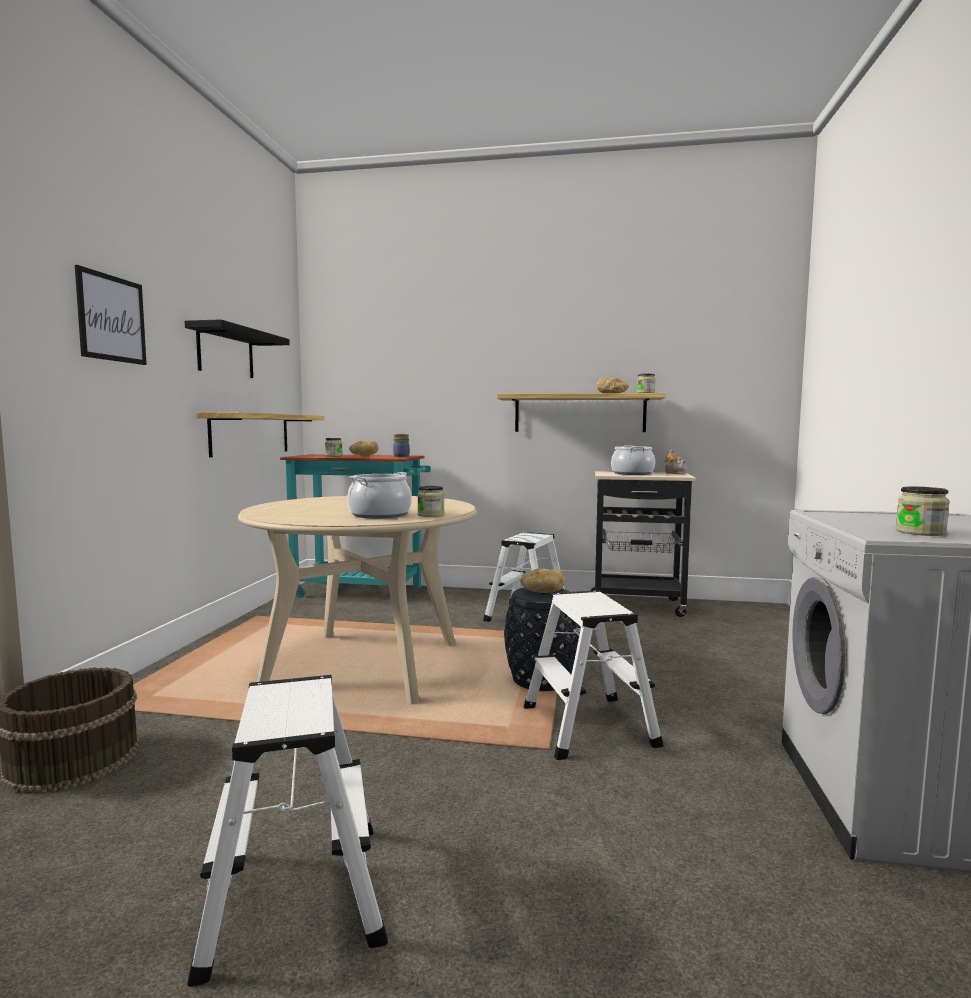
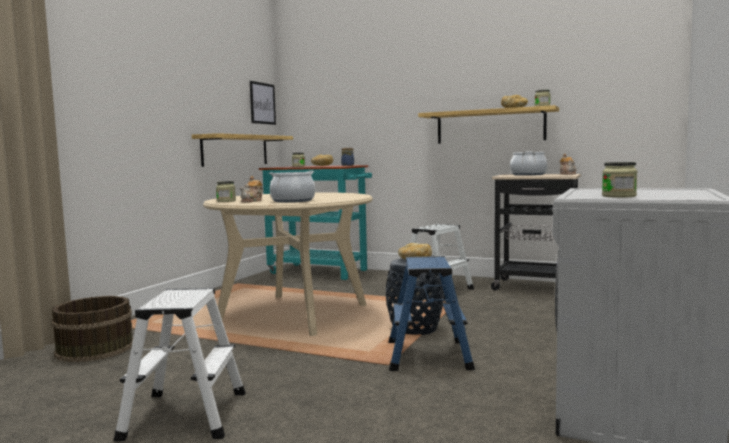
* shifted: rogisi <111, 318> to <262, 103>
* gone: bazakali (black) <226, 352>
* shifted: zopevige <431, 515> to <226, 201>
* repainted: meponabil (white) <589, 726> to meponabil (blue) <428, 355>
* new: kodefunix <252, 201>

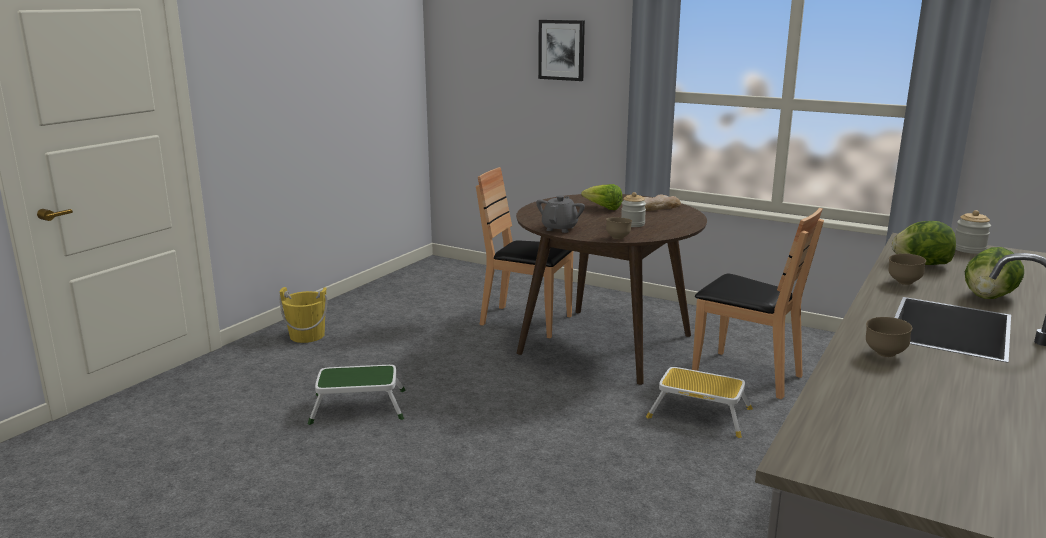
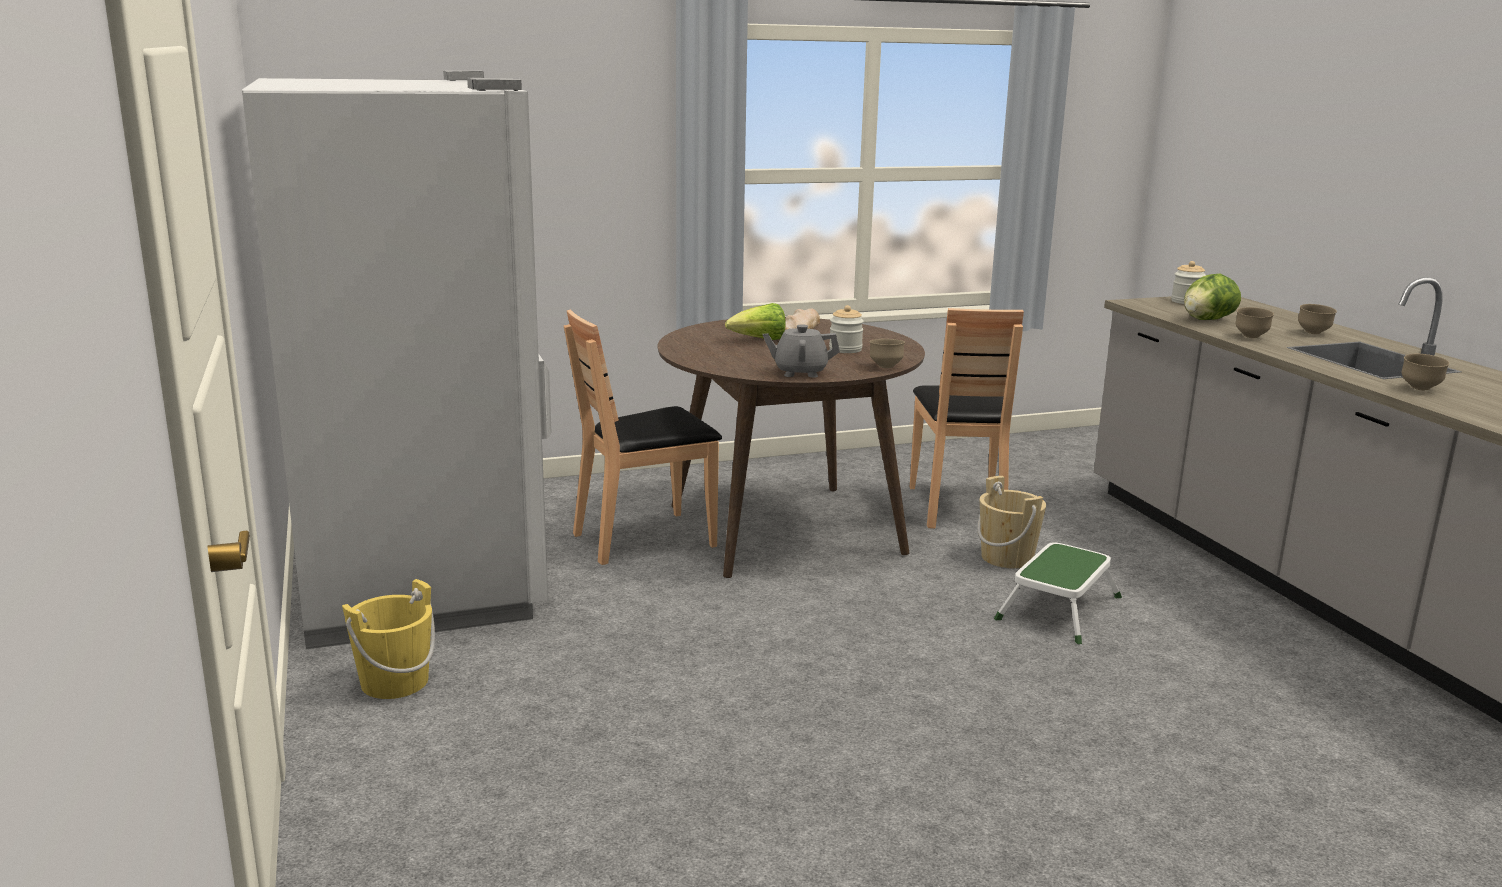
* gone: rogisi <561, 50>
* rotated: kodefunix (grey) <560, 228> = <800, 372> 60 degrees counterclockwise
* rotated: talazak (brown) <746, 375> = <958, 507> 105 degrees clockwise
* swapped: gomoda <989, 297> to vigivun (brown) <1313, 333>
* shifted: meponabil (green) <358, 406> to <1058, 608>
* swapped: meponabil (yellow) <699, 413> to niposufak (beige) <1007, 557>
* new: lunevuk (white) <422, 573>

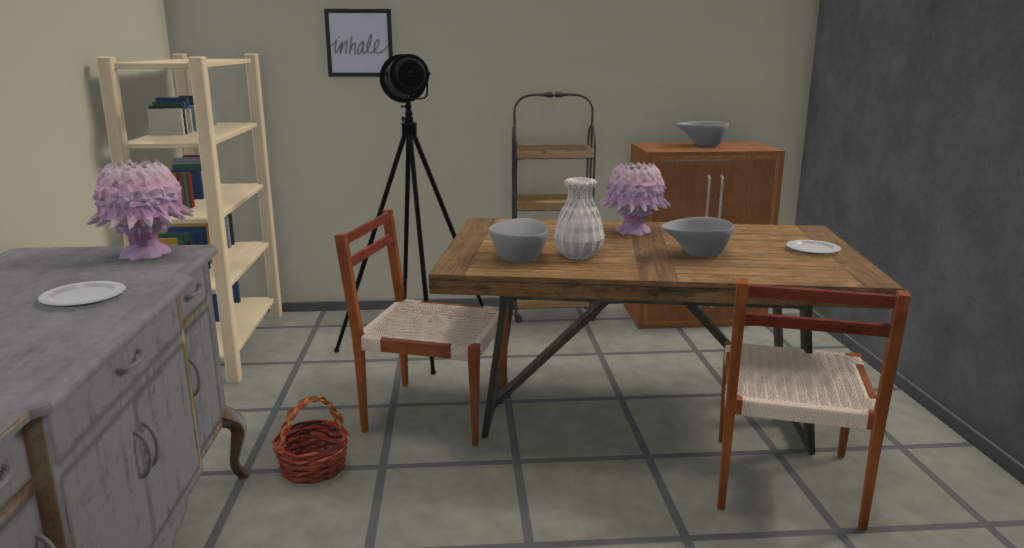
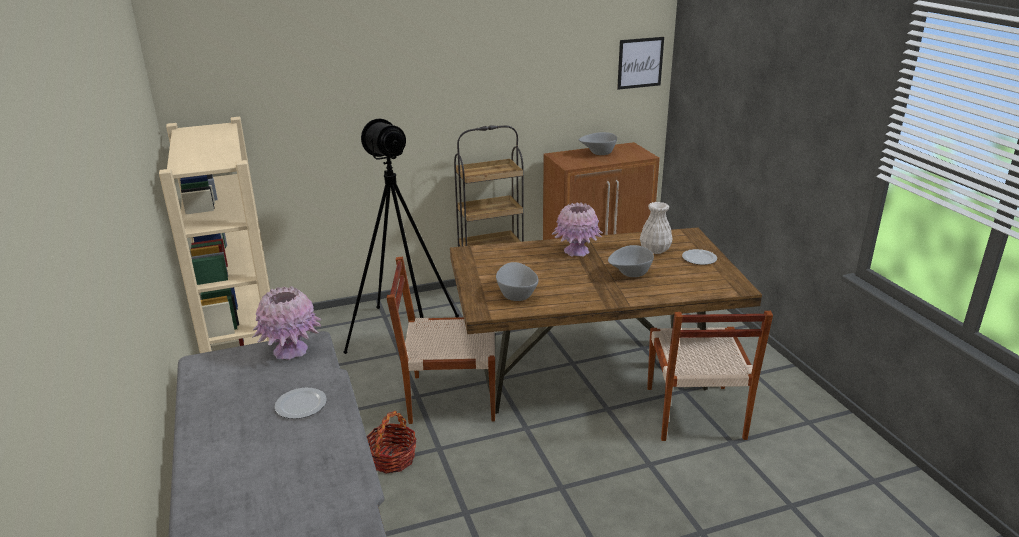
* shifted: rogisi <359, 43> to <640, 63>
* shifted: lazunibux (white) <577, 256> to <654, 250>

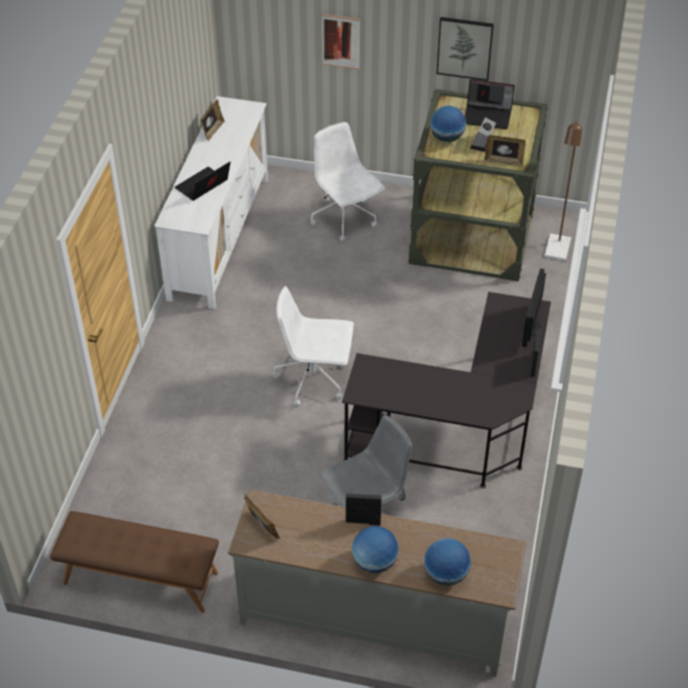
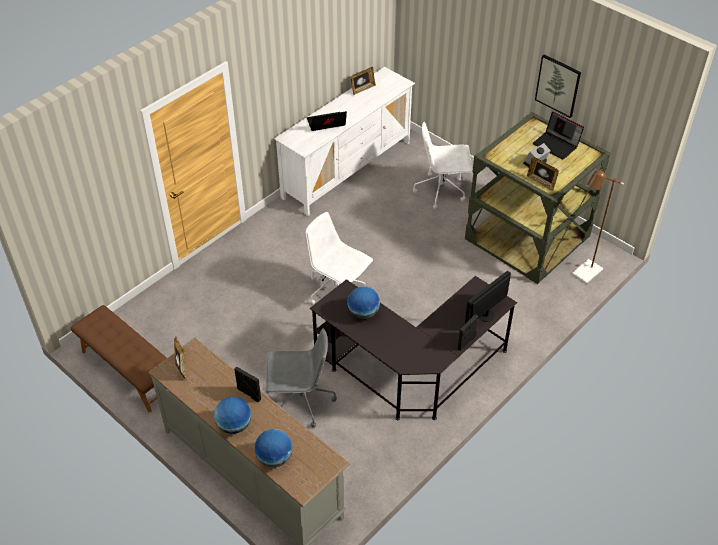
* gone: rogisi <341, 41>
* shifted: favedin <447, 138> to <363, 313>
* rotated: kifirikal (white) <346, 220> = <442, 191> 90 degrees counterclockwise

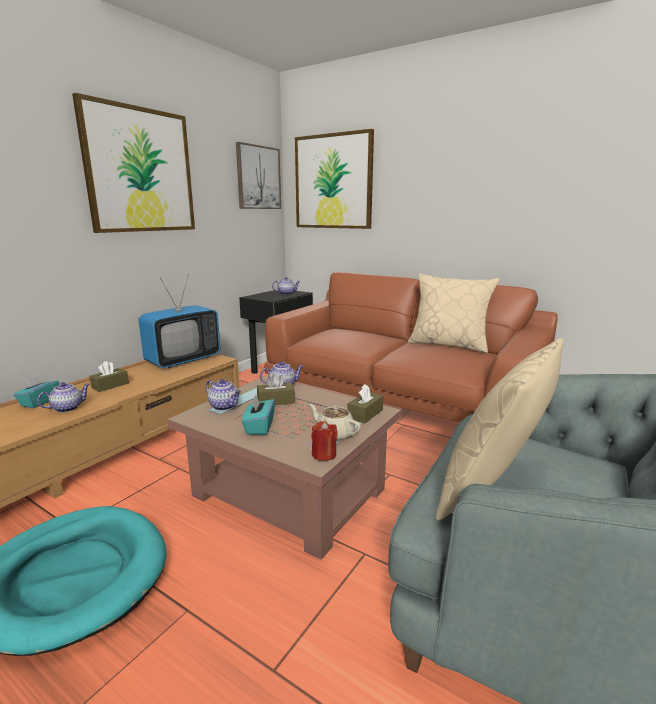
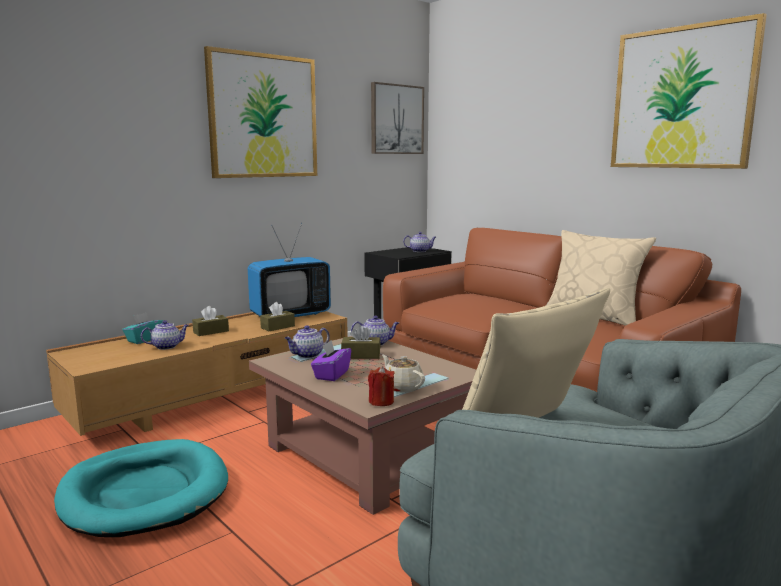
* shifted: rogisi <333, 182> to <682, 98>
* rotated: kodefunix <225, 406> = <307, 355> 90 degrees clockwise
* shifted: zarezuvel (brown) <365, 414> to <277, 327>
* repainted: zarezuvel (turquoise) <259, 427> to zarezuvel (purple) <331, 375>

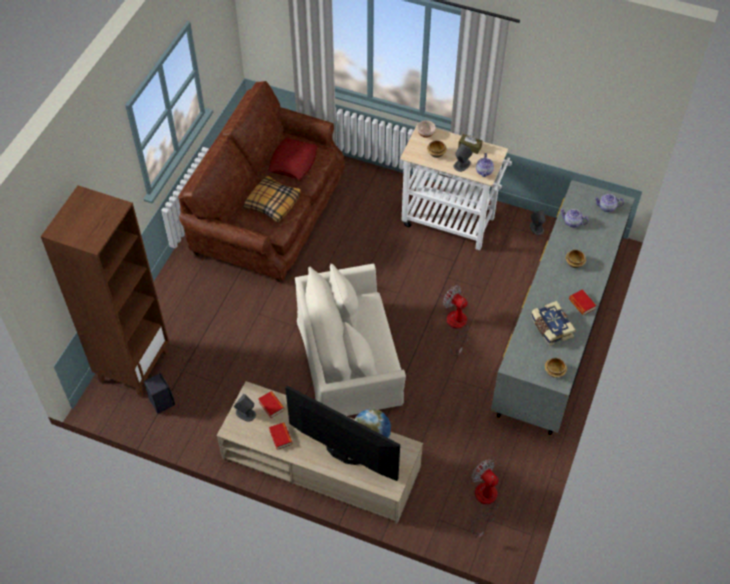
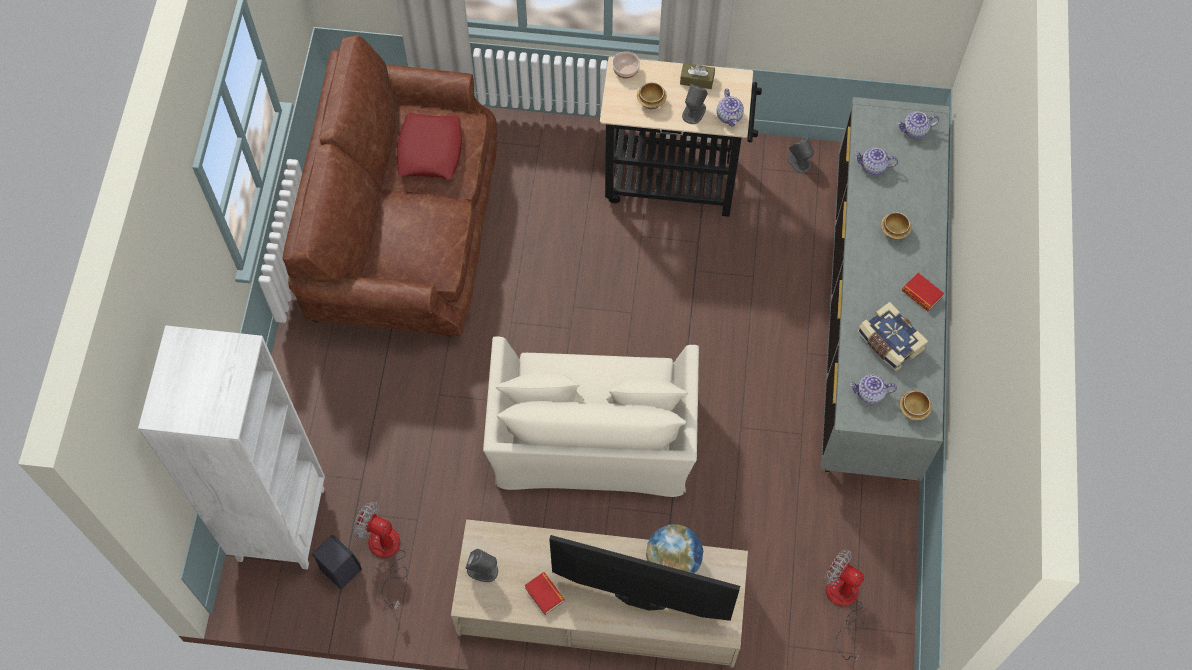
* repainted: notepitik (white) <449, 222> to notepitik (black) <673, 181>
* gone: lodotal <272, 203>
* repainted: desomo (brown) <133, 366> to desomo (white) <280, 523>
* rotated: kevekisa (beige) <349, 358> = <592, 433> 60 degrees counterclockwise
* shifted: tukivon <456, 326> to <386, 554>
* gone: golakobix <271, 406>
* new: kodefunix <870, 394>

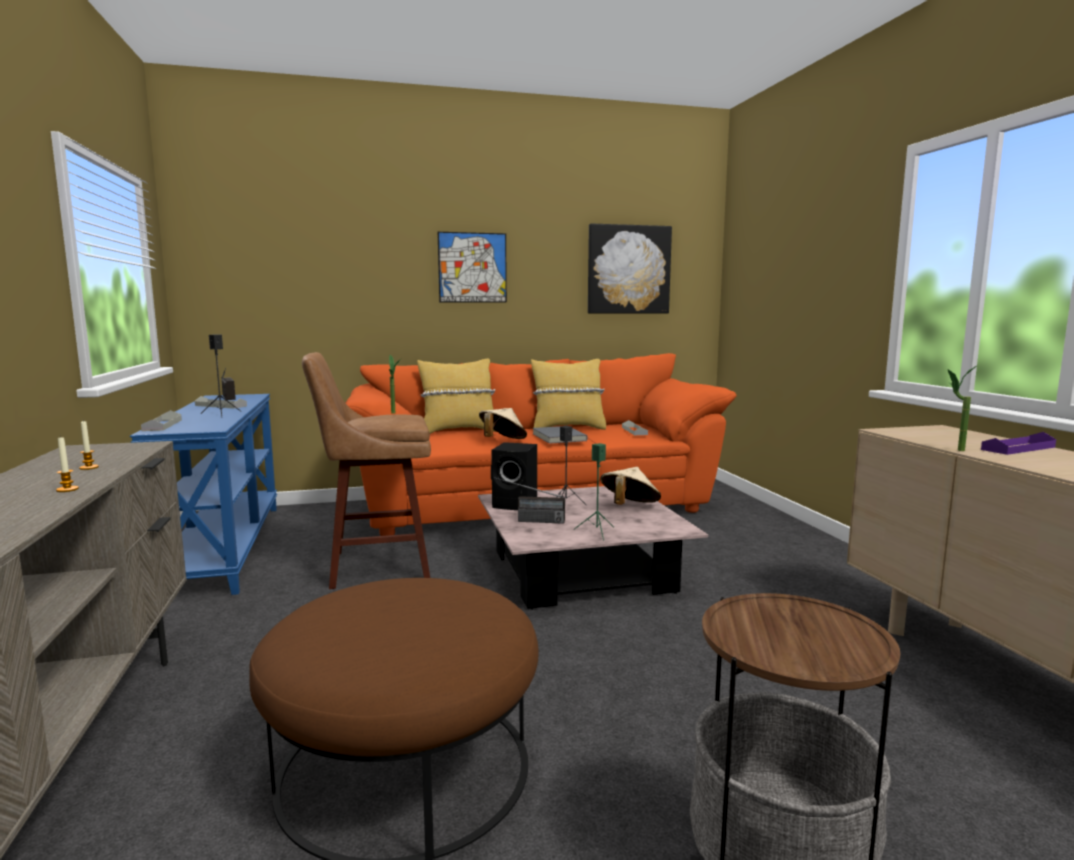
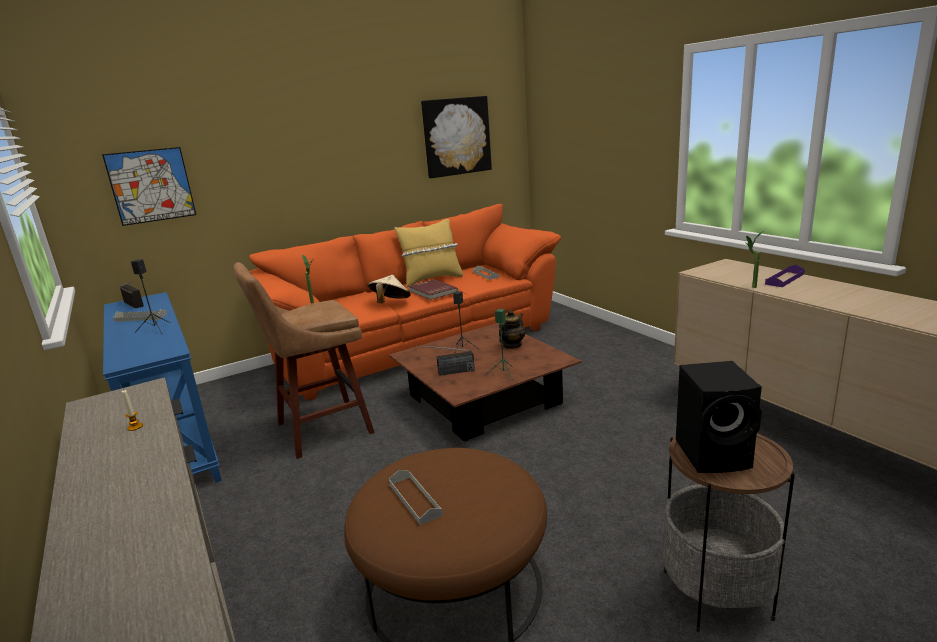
* shifted: rogisi <472, 267> to <151, 186>
* gone: lodotal (yellow) <458, 431>
* shifted: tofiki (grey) <162, 425> to <415, 499>
* repainted: golakobix (grey) <558, 437> to golakobix (red) <432, 291>
* gone: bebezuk <67, 489>
* shifted: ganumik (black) <516, 504> to <715, 454>
* swapped: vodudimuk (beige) <629, 507> to kodefunix <512, 345>
* repainted: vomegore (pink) <582, 570> to vomegore (brown) <484, 399>

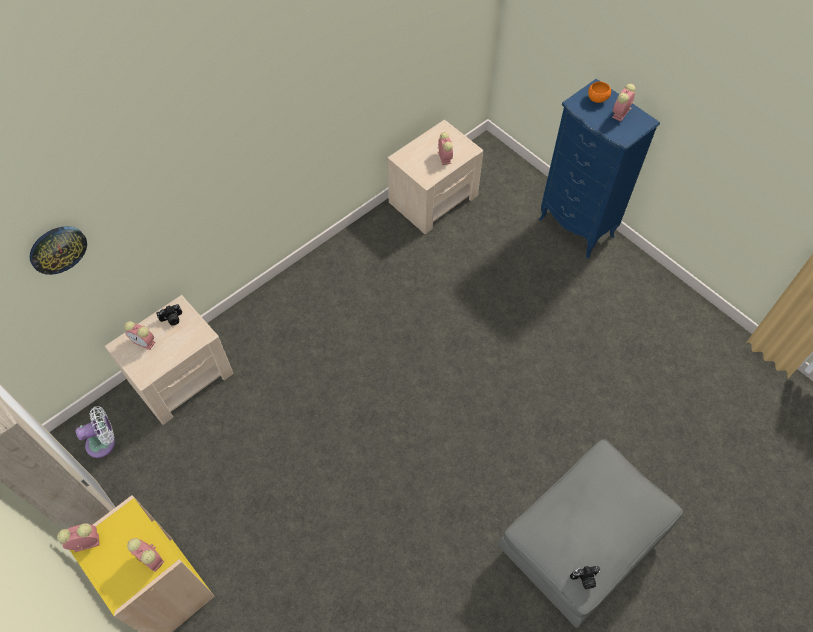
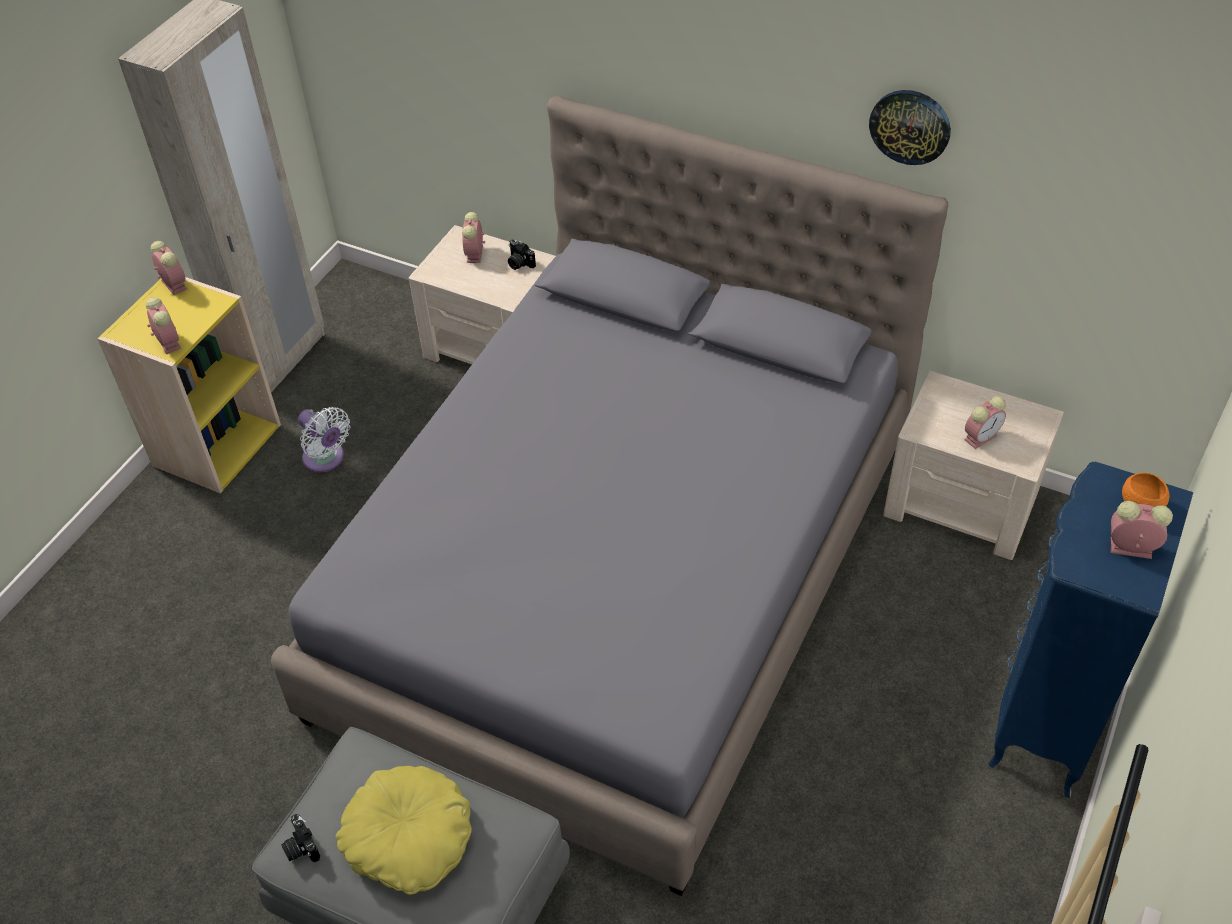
* shifted: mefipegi <57, 249> to <910, 126>
* shifted: tukivon (white) <104, 442> to <326, 459>
* rotated: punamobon <152, 559> = <168, 342> 135 degrees clockwise
* new: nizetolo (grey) <622, 575>
* new: lodotal (yellow) <411, 836>

